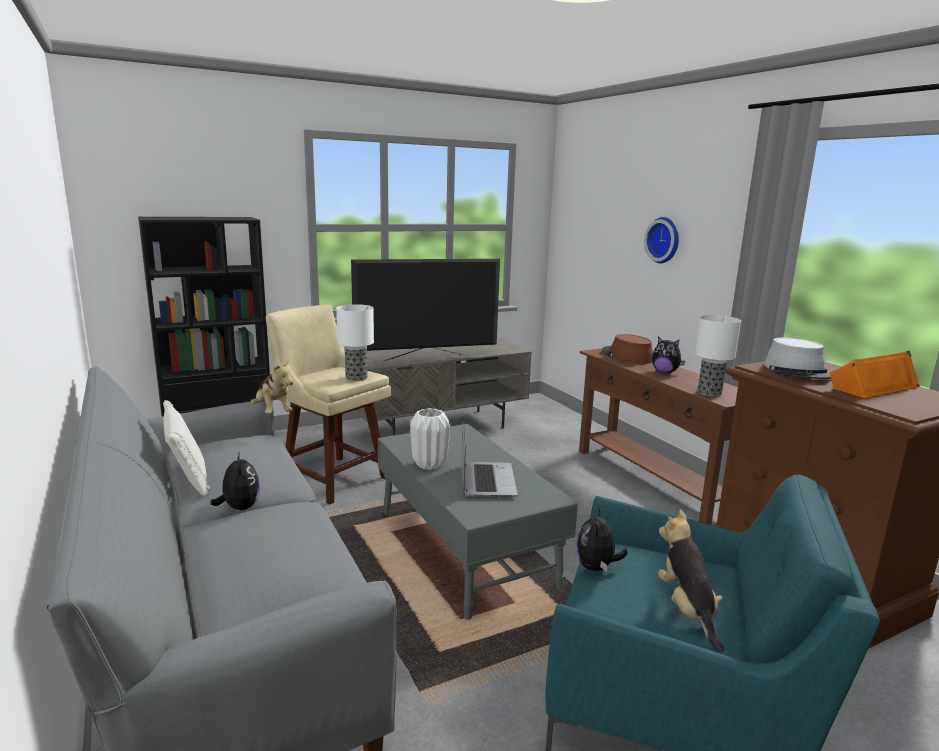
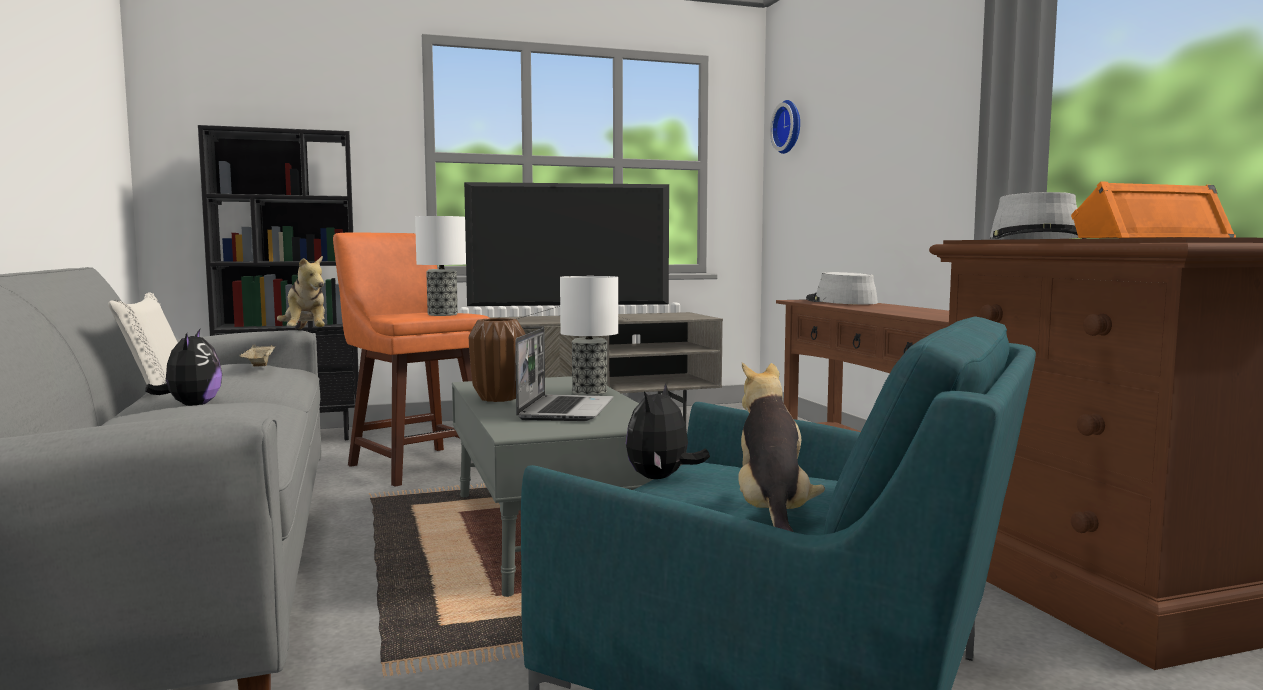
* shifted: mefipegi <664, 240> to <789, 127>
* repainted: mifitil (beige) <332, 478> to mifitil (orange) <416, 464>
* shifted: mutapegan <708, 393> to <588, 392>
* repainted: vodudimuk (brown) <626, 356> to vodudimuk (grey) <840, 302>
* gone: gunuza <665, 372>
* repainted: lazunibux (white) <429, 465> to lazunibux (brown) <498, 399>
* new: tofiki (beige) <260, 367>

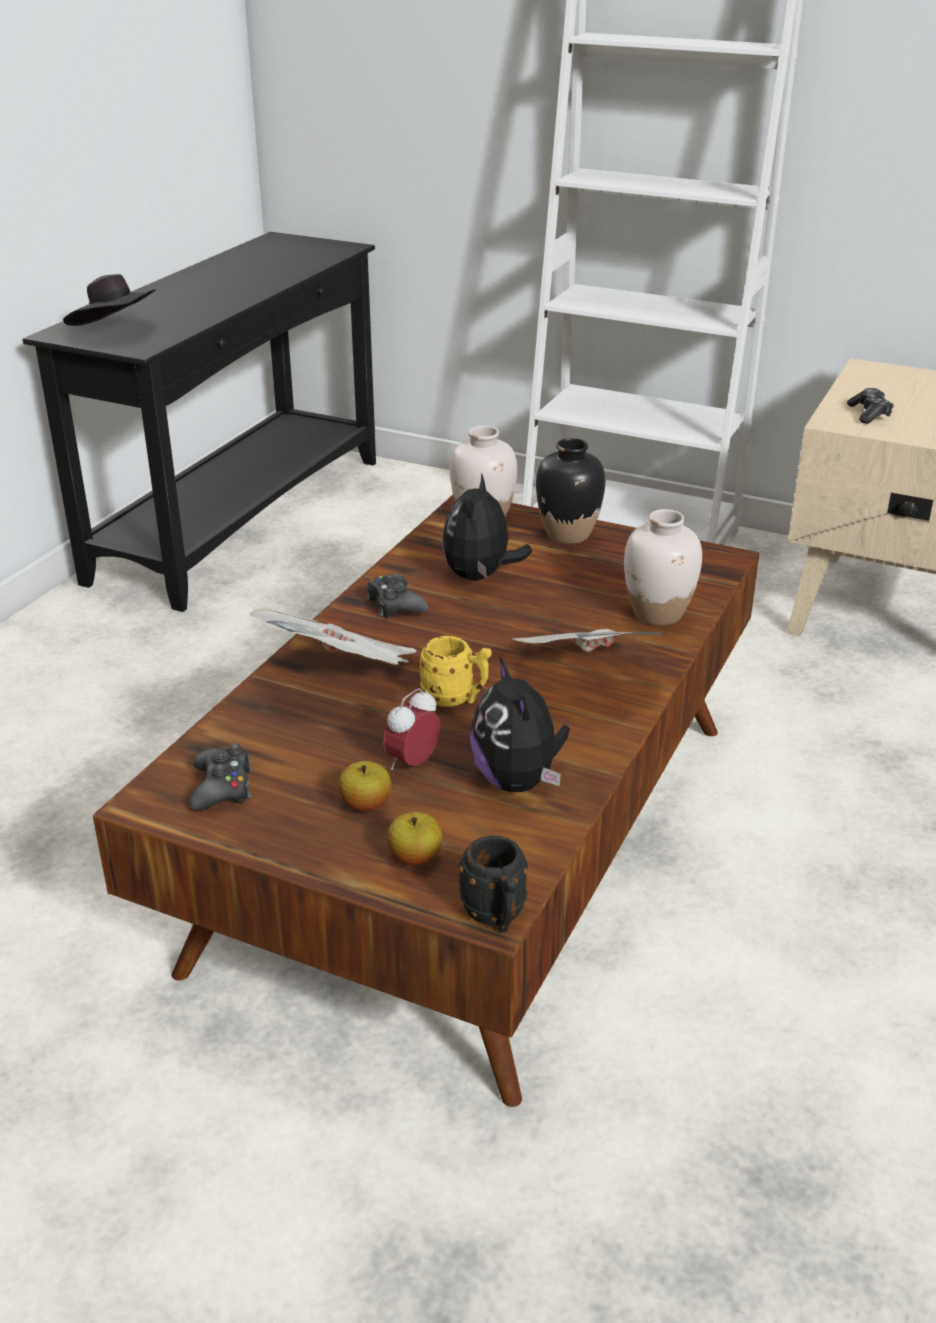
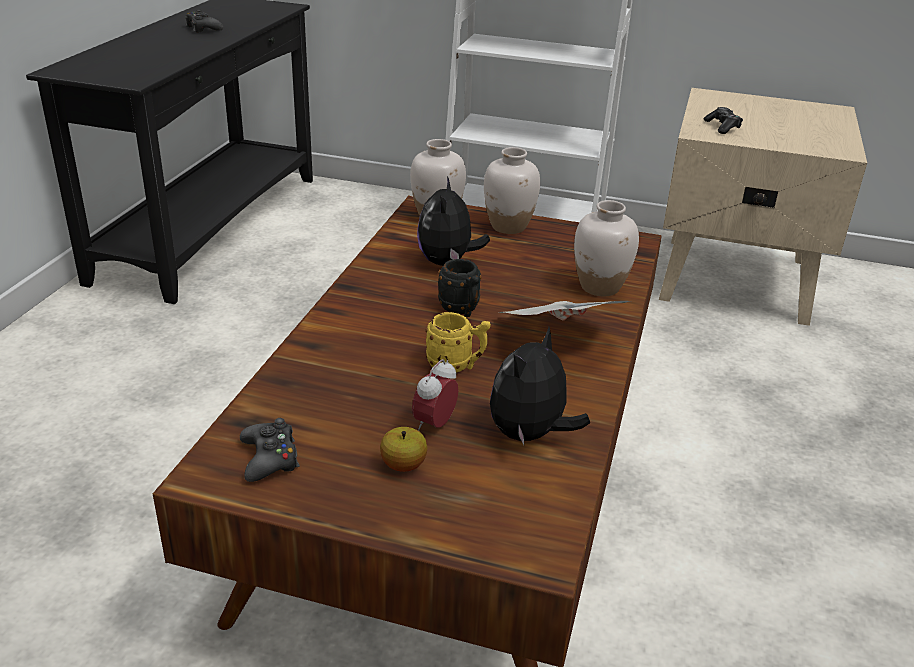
* gone: vodudimuk (black) <115, 331>
* repainted: lazunibux (black) <568, 534> to lazunibux (white) <509, 226>
* shifted: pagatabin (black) <395, 604> to <203, 28>
* gone: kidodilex <341, 674>
* rotated: gunuza <518, 781> = <530, 435> 60 degrees clockwise
* gone: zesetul <415, 857>
* shifted: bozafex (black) <496, 917> to <461, 310>

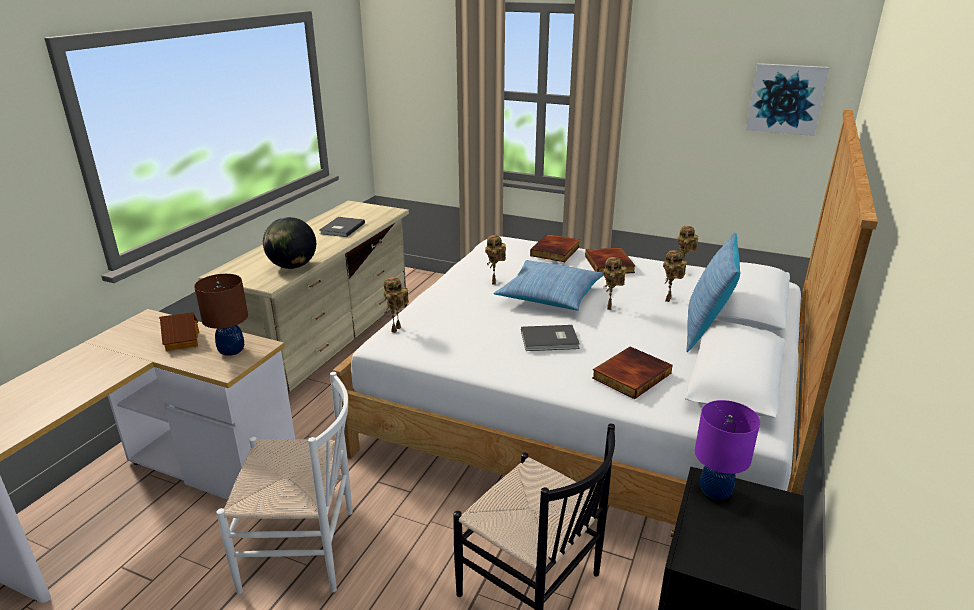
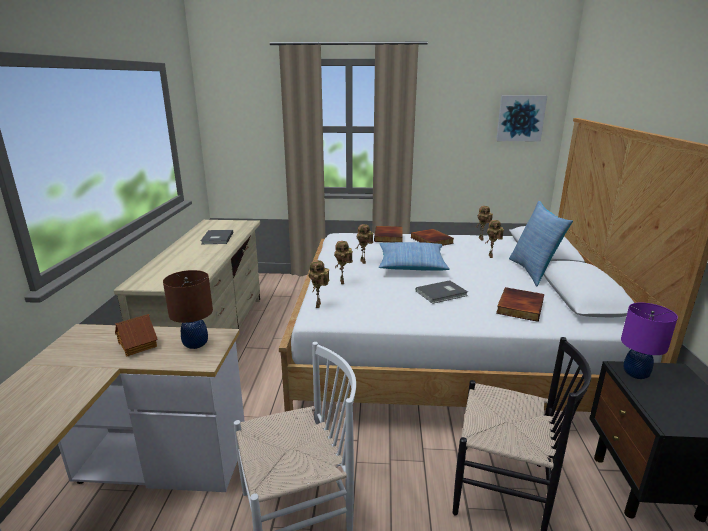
* gone: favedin <293, 266>
* shifted: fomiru <610, 307> to <343, 282>

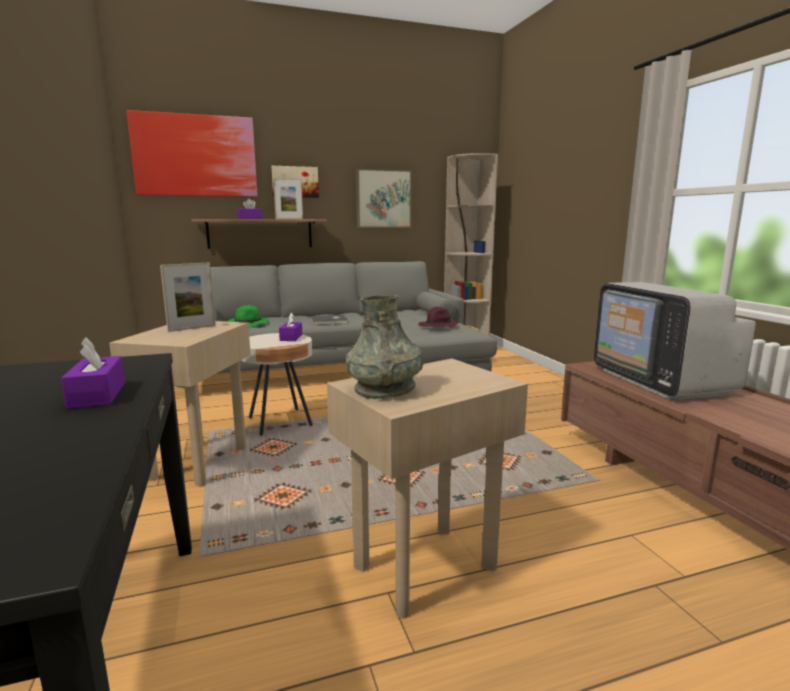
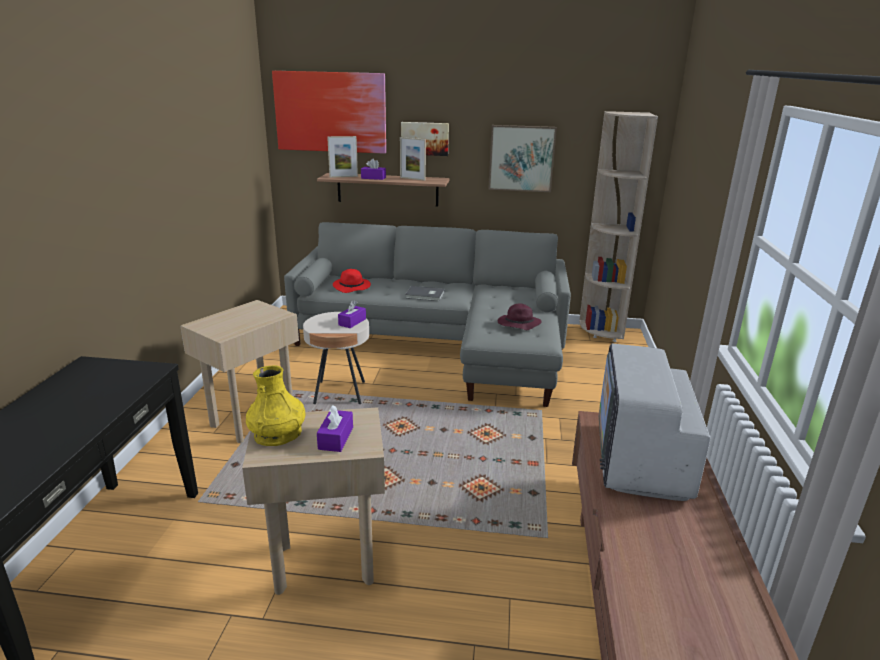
* shifted: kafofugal <192, 328> to <343, 176>
* repainted: lazunibux (grey) <385, 389> to lazunibux (yellow) <278, 434>
* repainted: vodudimuk (green) <249, 324> to vodudimuk (red) <352, 287>
* shifted: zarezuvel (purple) <97, 395> to <336, 438>

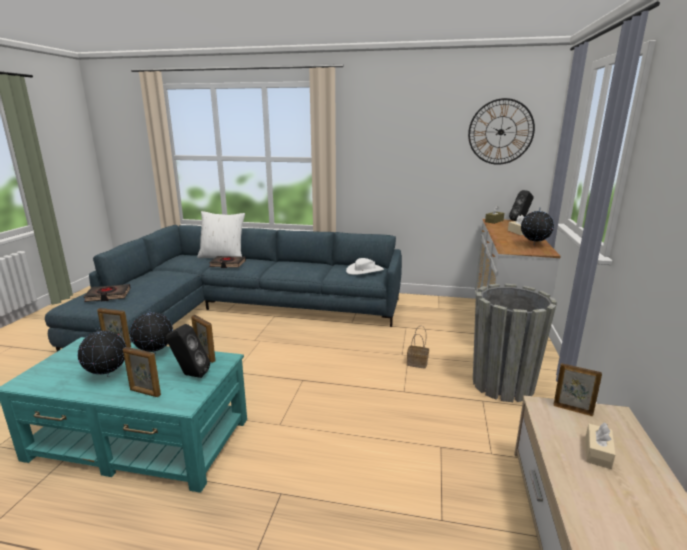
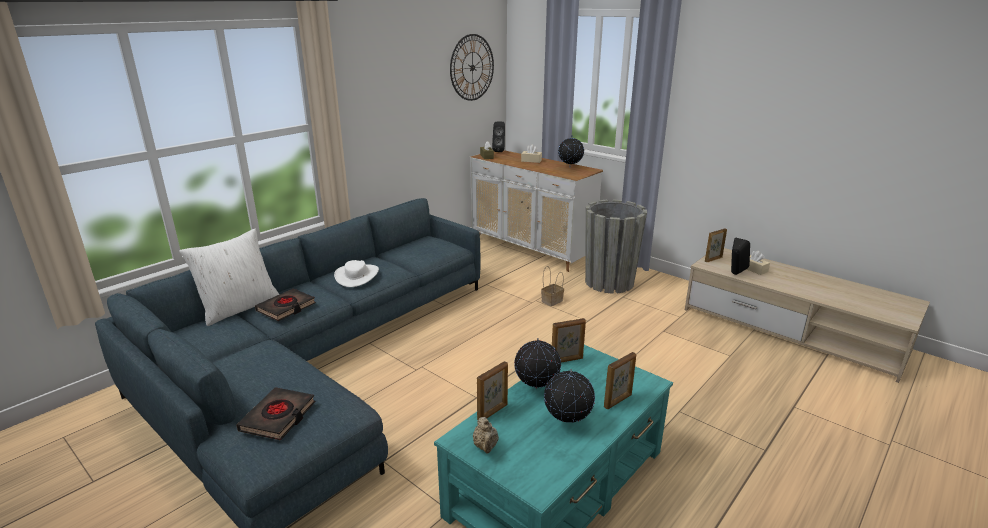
* shifted: vodudimuk (white) <365, 270> to <357, 276>
* shifted: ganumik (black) <190, 375> to <735, 274>
* new: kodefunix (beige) <485, 447>

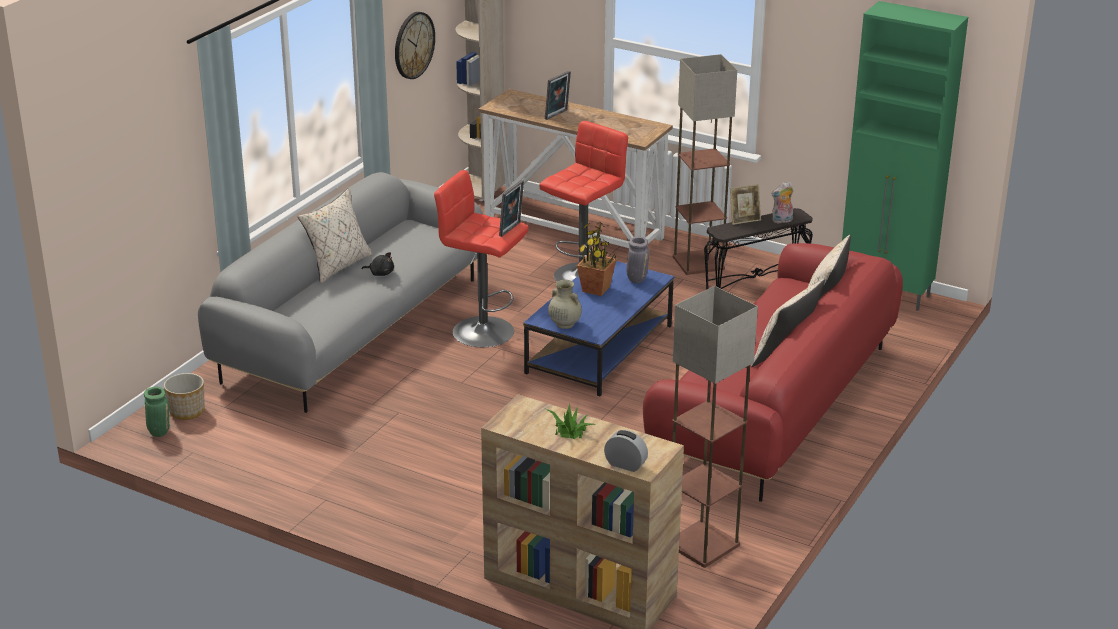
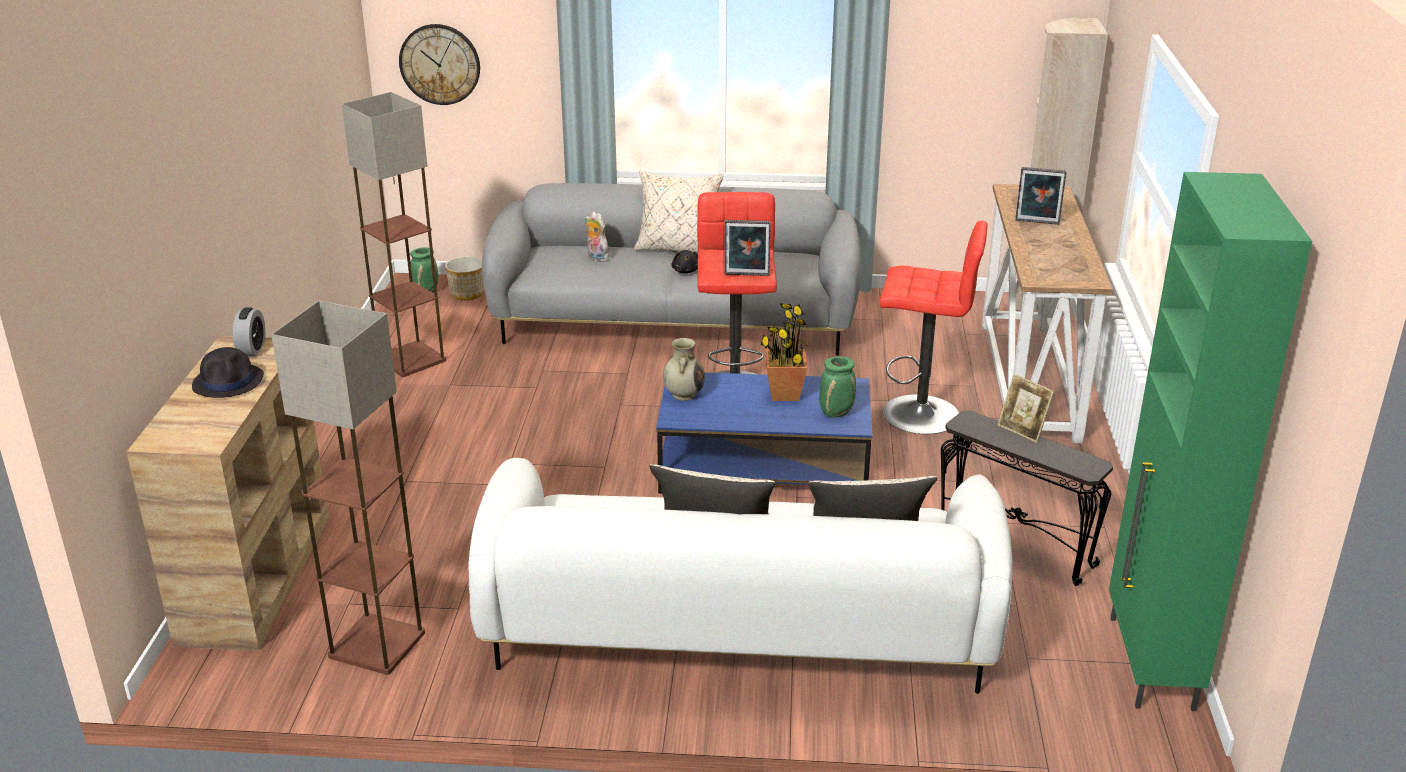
* shifted: mefipegi <413, 45> to <440, 64>
* shifted: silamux <698, 262> to <412, 359>
* shifted: gunuza <782, 221> to <596, 258>
* repainted: lazunibux (grey) <636, 279> to lazunibux (green) <836, 413>
* repainted: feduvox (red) <775, 405> to feduvox (white) <738, 628>
* swapped: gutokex <570, 430> to vodudimuk (black) <229, 382>
* shifted: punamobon <625, 465> to <252, 349>

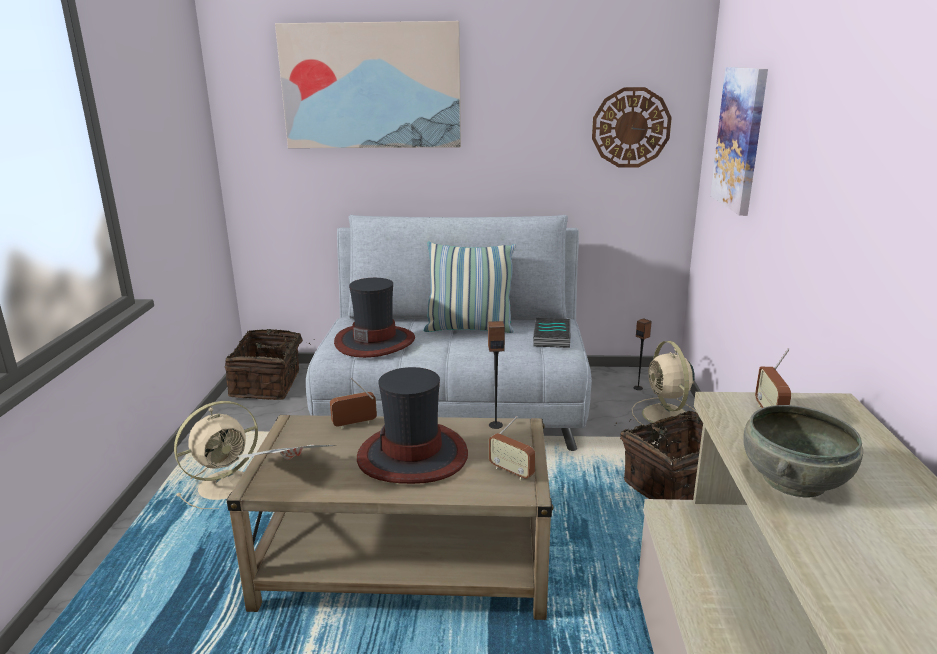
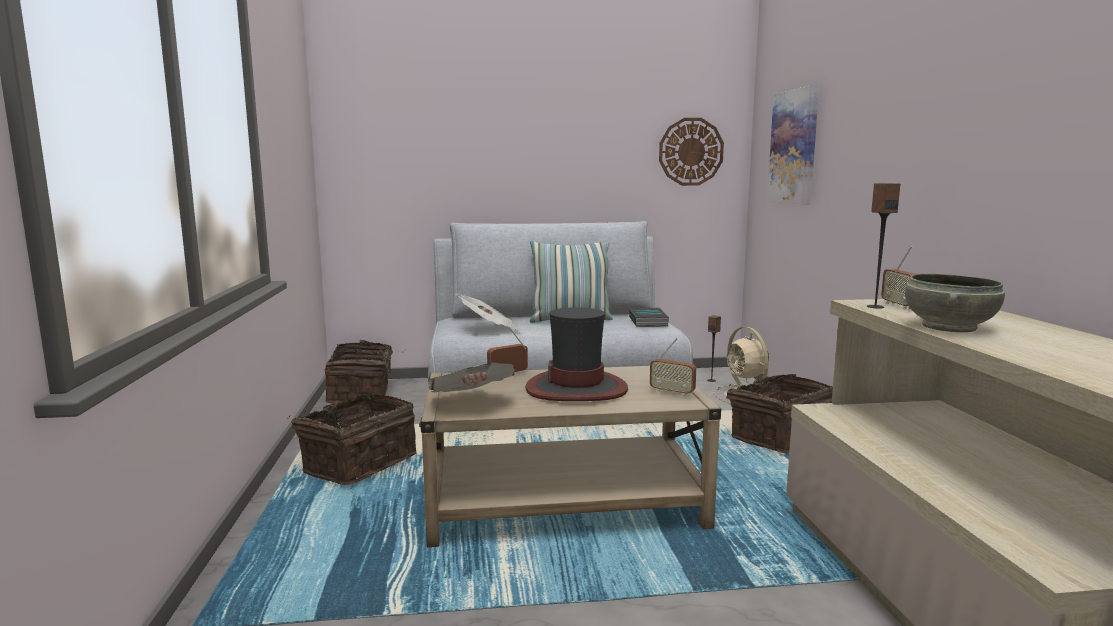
* gone: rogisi <371, 86>
* swapped: vodudimuk <375, 341> to kidodilex <489, 329>
* shifted: ganumik <495, 425> to <875, 306>
* swapped: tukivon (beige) <227, 485> to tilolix <358, 464>

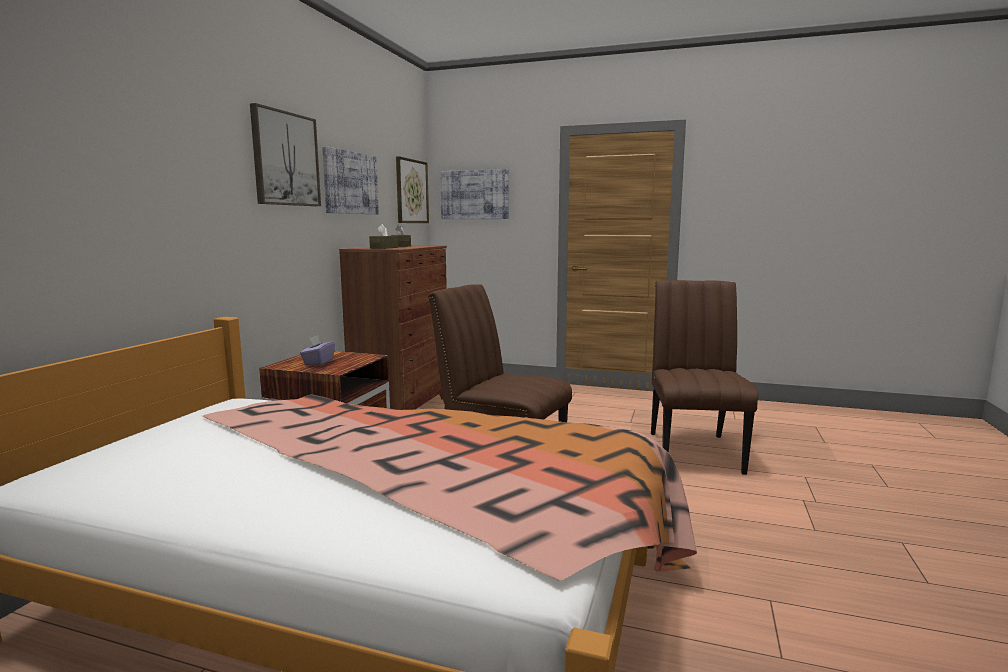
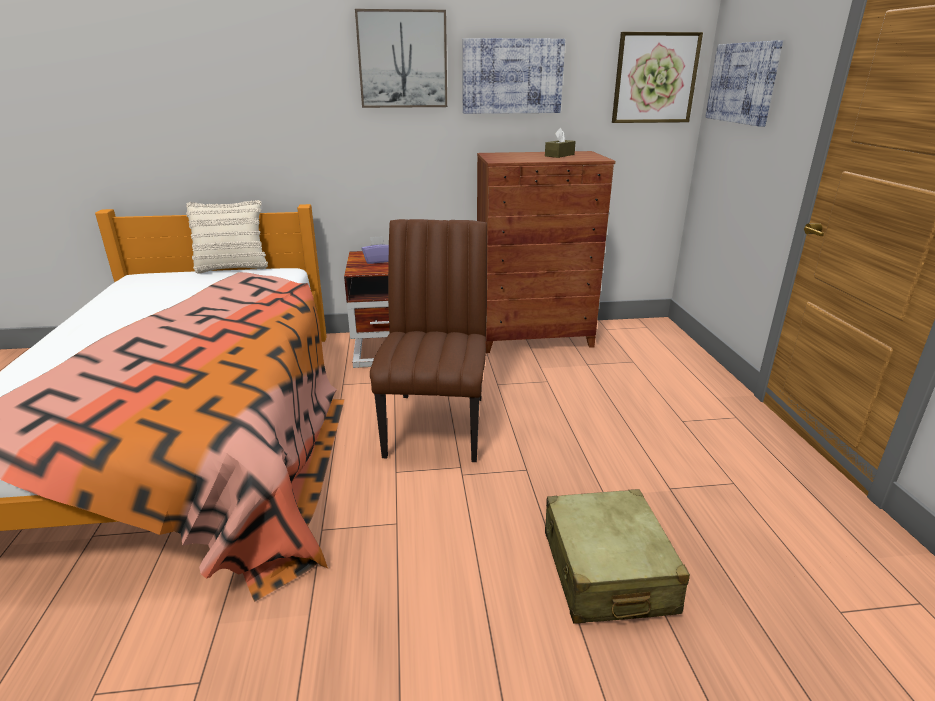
* gone: zarezuvel (brown) <384, 248>
* swapped: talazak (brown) <694, 452> to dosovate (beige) <606, 571>
* new: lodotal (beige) <233, 268>

